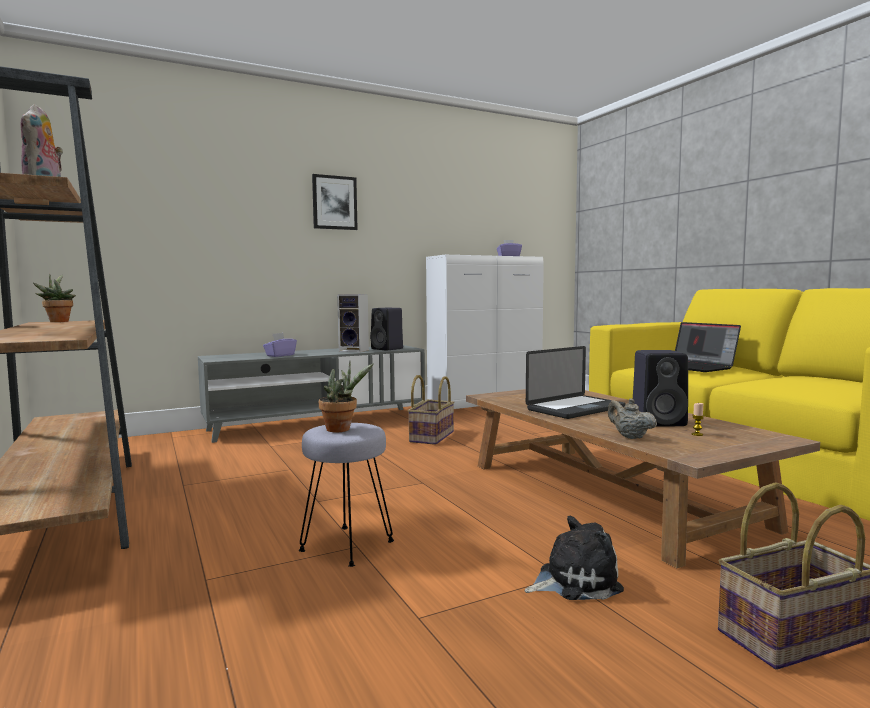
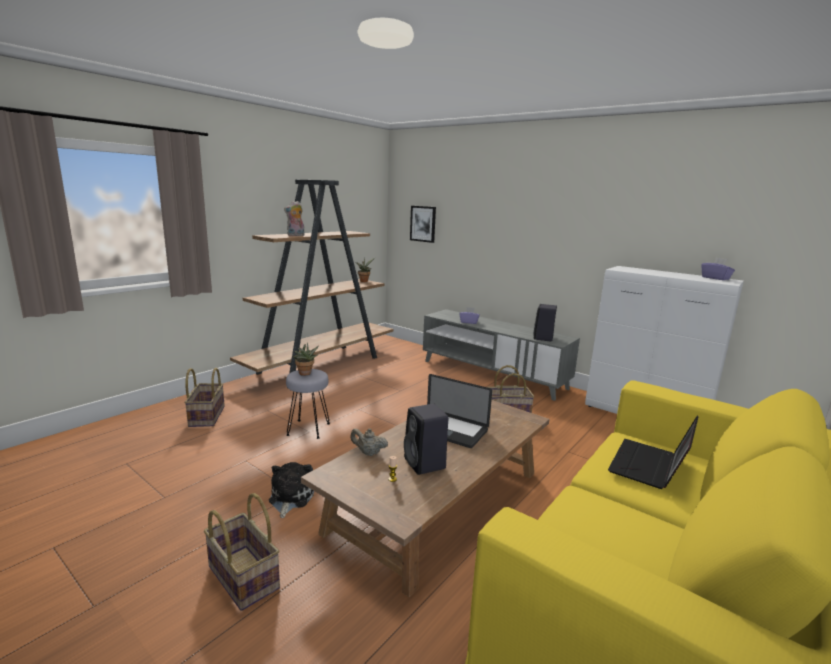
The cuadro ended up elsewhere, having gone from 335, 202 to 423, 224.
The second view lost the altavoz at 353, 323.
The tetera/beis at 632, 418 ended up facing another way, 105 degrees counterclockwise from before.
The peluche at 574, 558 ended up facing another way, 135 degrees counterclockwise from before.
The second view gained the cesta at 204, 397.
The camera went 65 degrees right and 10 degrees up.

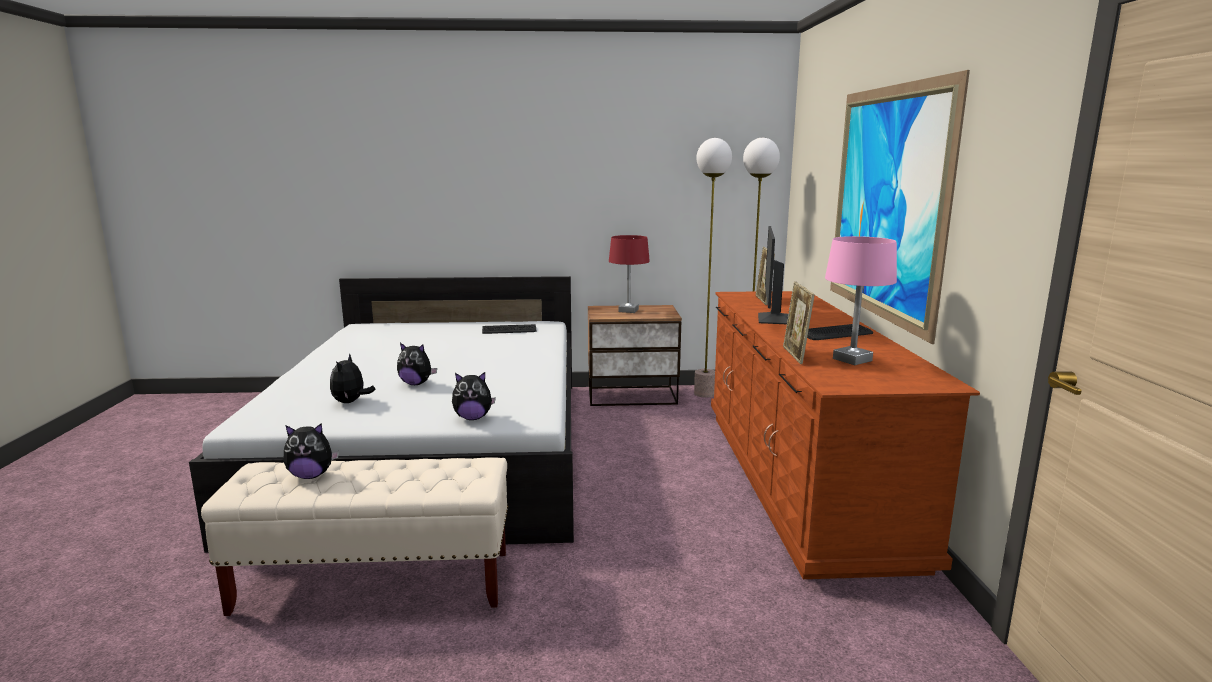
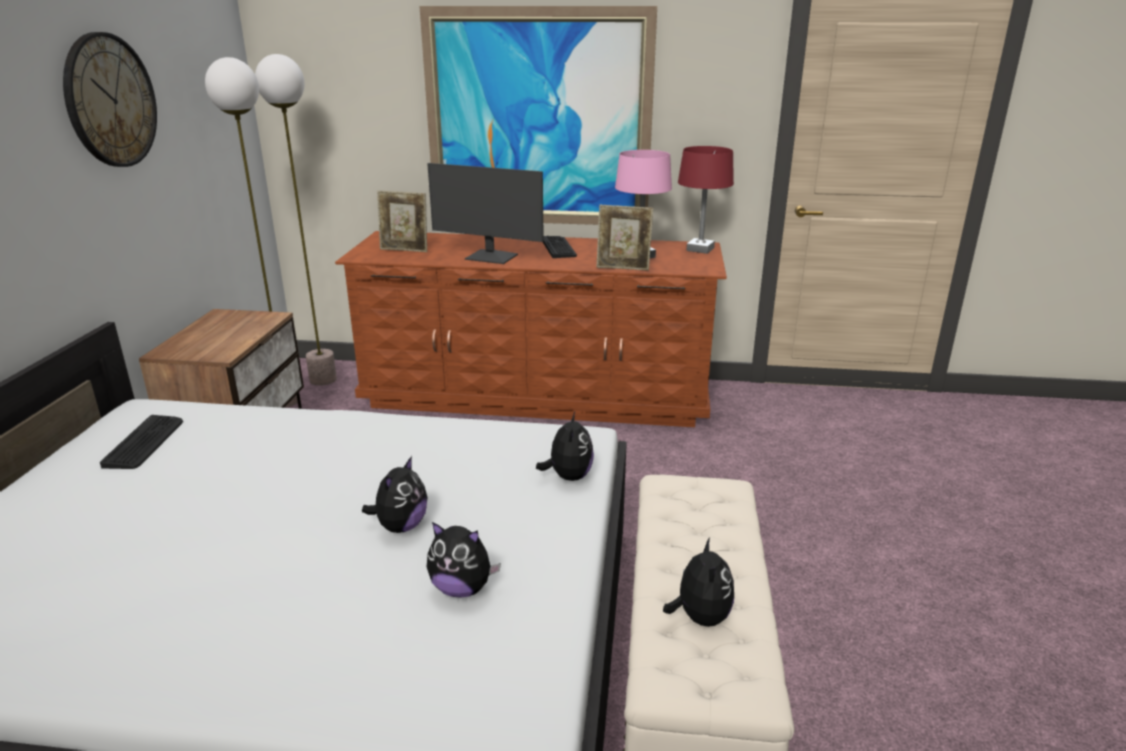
The lámpara de mesa/rojo ended up elsewhere, having gone from 629, 274 to 706, 200.
The second view gained the reloj de pared at 110, 99.
The camera went 80 degrees left and 10 degrees up.

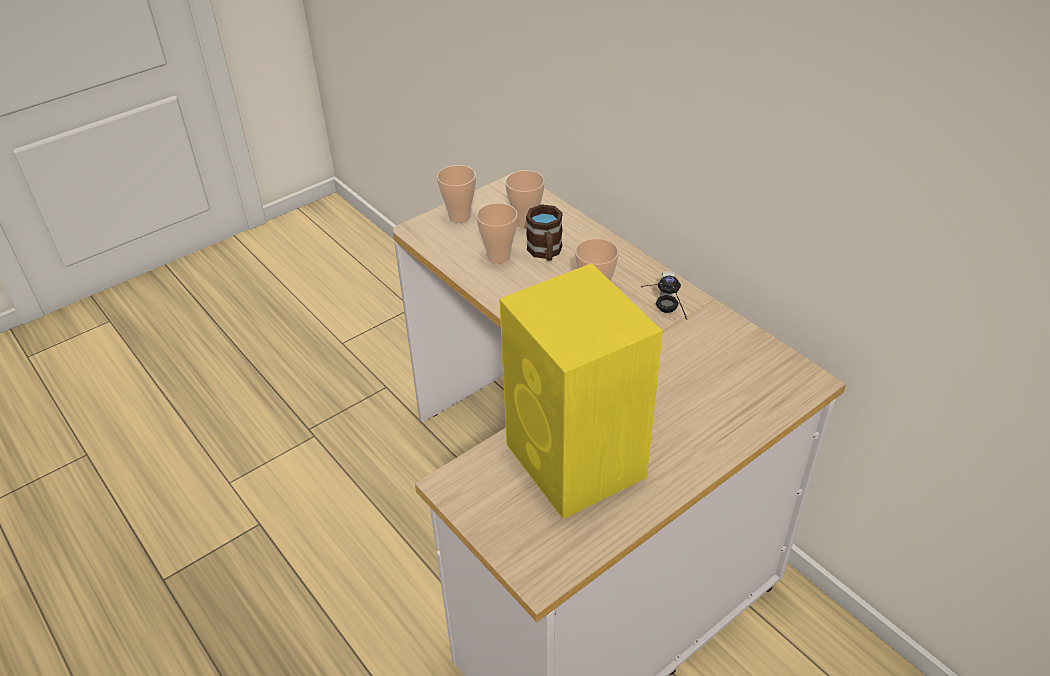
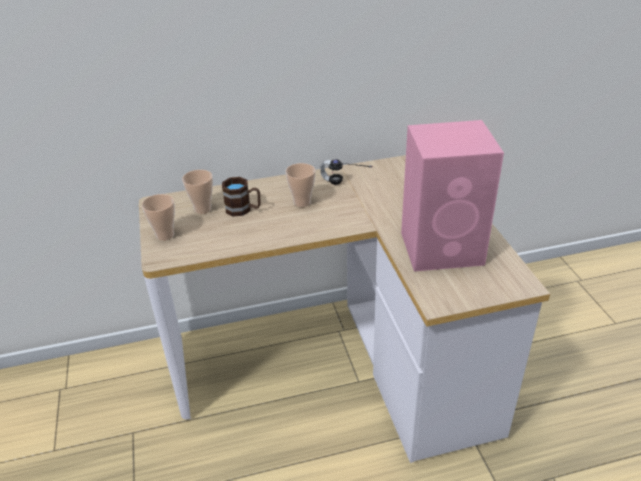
The second view lost the taza at 496, 233.
What was the altavoz/amarillo at 581, 391 turned into the altavoz/rosa at 452, 196.
The camera went 65 degrees left and 5 degrees down.

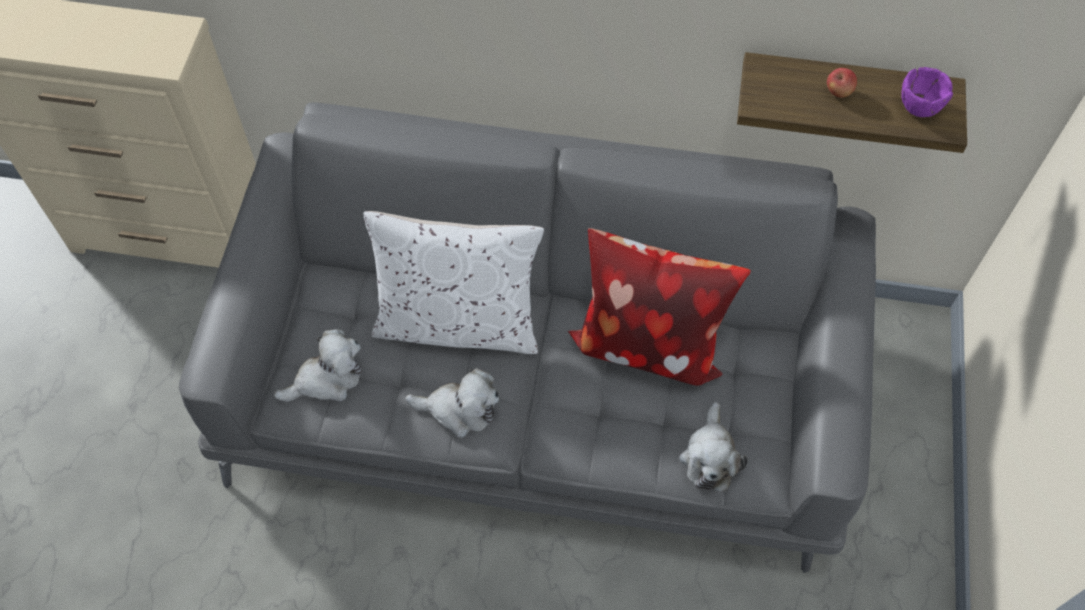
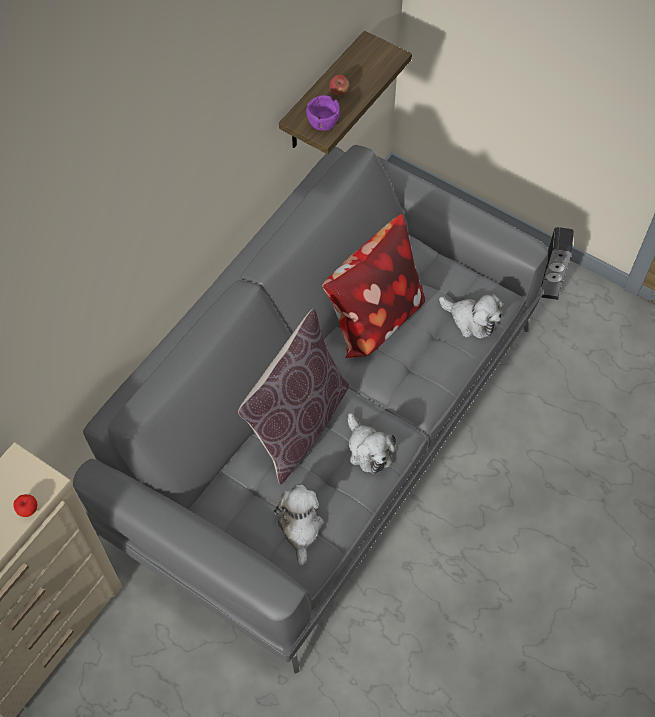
The cuenco/morado ended up elsewhere, having gone from 927, 92 to 323, 113.
What was the cojín/blanco at 453, 282 turned into the cojín/marrón at 293, 397.
The peluche at 452, 403 ended up facing another way, 120 degrees clockwise from before.
The second view gained the altavoz at 557, 263.
The second view gained the manzana at 25, 505.
The camera went 65 degrees left and 0 degrees up.

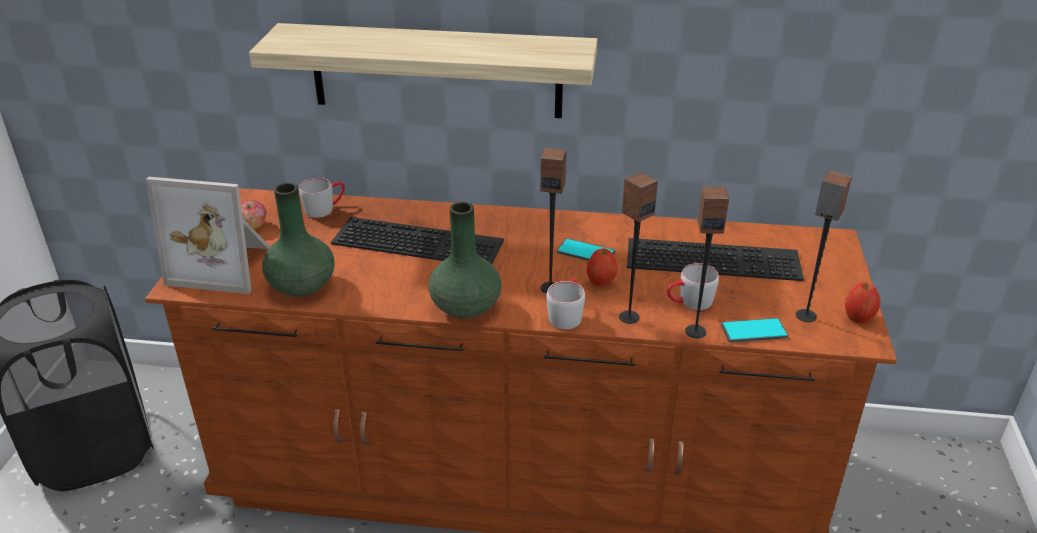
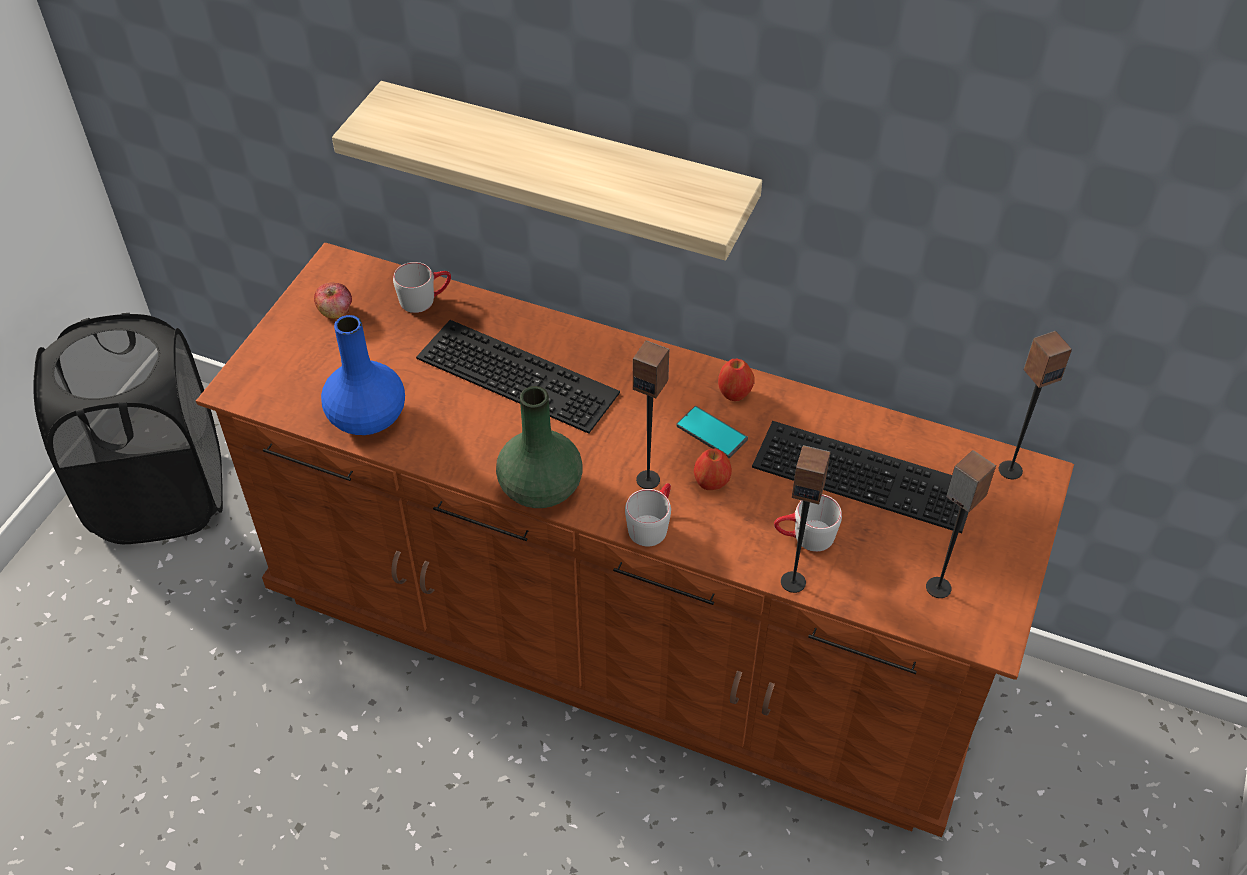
The altavoz ended up elsewhere, having gone from 638, 248 to 1035, 405.
The second view lost the portarretratos at 208, 235.
What was the florero/verde at 298, 240 turned into the florero/azul at 363, 375.
The manzana ended up elsewhere, having gone from 863, 302 to 736, 380.
The second view lost the móvil at 754, 330.
The camera went 15 degrees right and 15 degrees up.

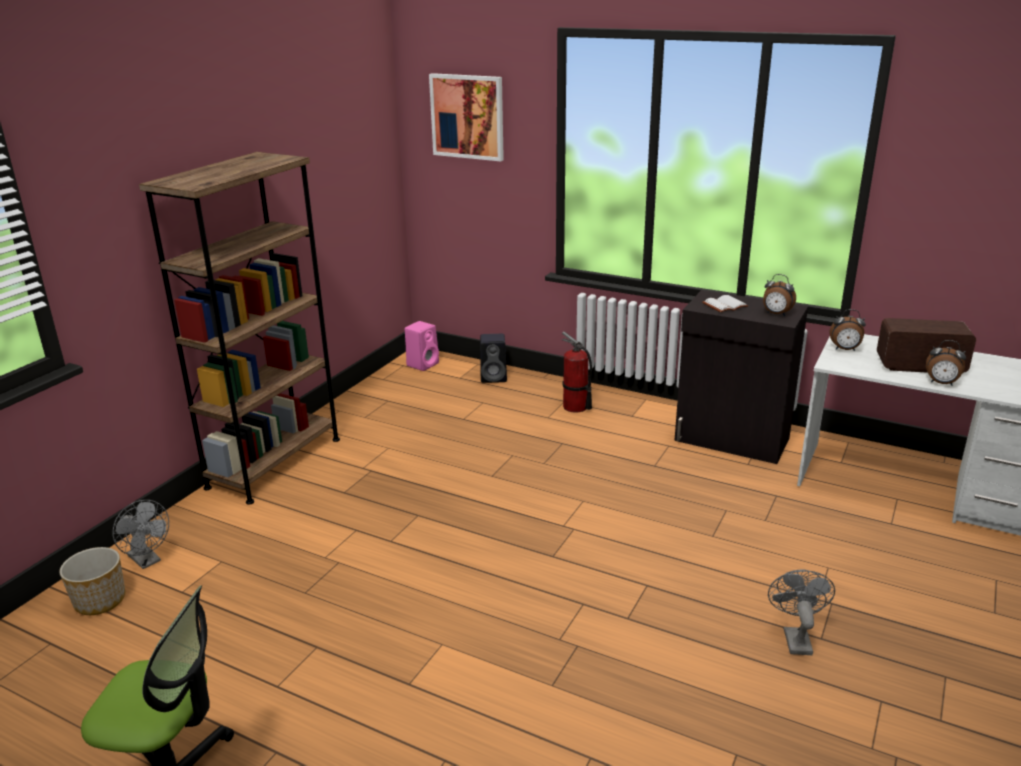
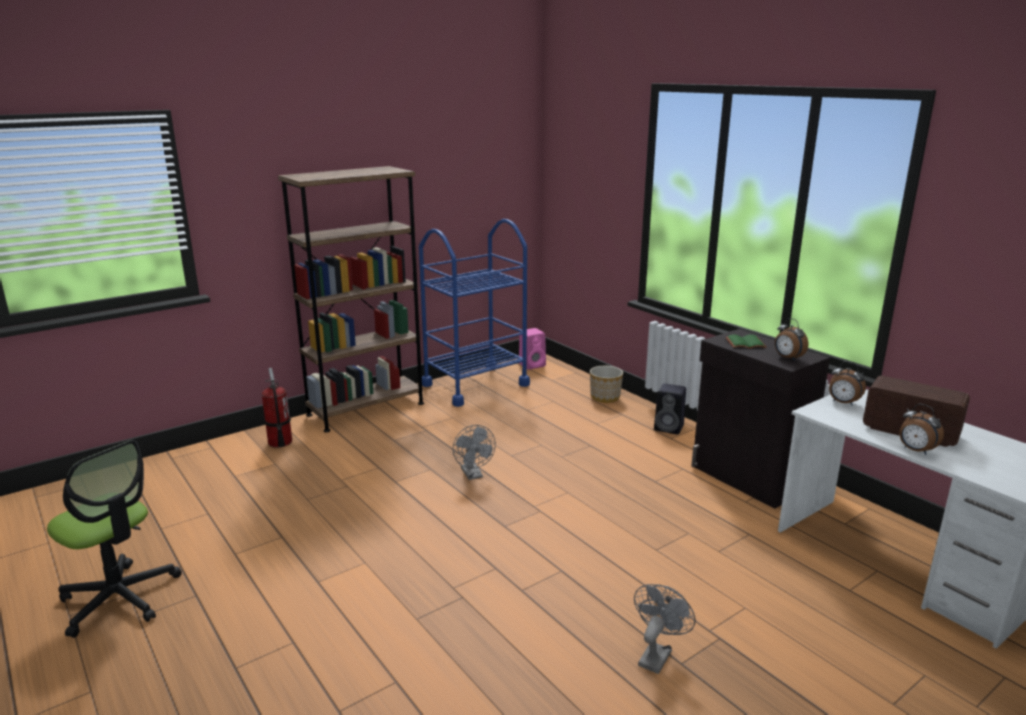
The second view lost the cuadro at 466, 117.
What was the libro/blanco at 725, 303 turned into the libro/verde at 746, 341.
The extintor ended up elsewhere, having gone from 577, 372 to 277, 408.
The altavoz/negro ended up elsewhere, having gone from 493, 358 to 670, 408.
The ventilador/gris ended up elsewhere, having gone from 140, 534 to 474, 452.
The maceta ended up elsewhere, having gone from 92, 581 to 606, 384.
The second view gained the carrito/azul at 474, 313.
The camera went 25 degrees right and 5 degrees down.

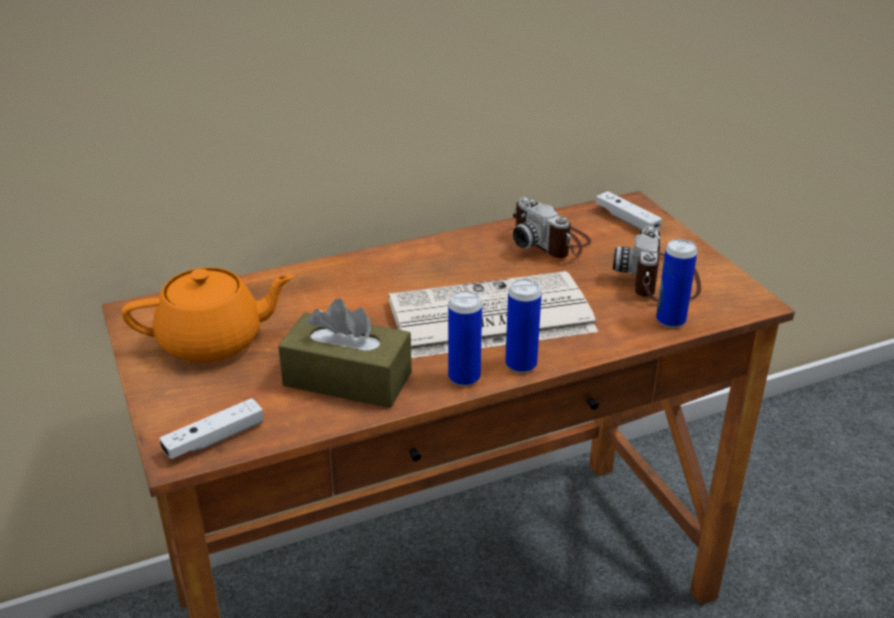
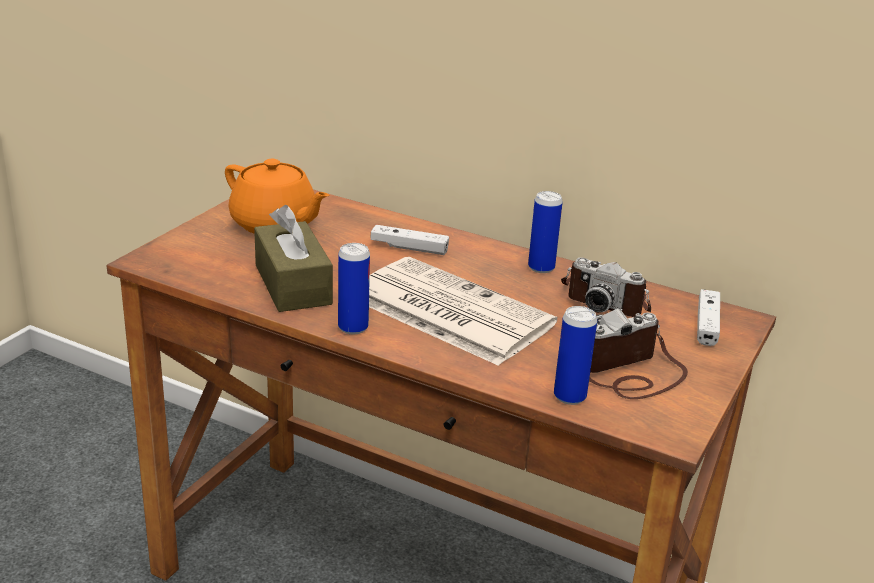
The cámara at 552, 227 ended up facing another way, 75 degrees counterclockwise from before.
The lata ended up elsewhere, having gone from 523, 326 to 545, 232.
The mando de consola/blanco ended up elsewhere, having gone from 212, 428 to 410, 240.
The camera went 50 degrees right and 5 degrees down.

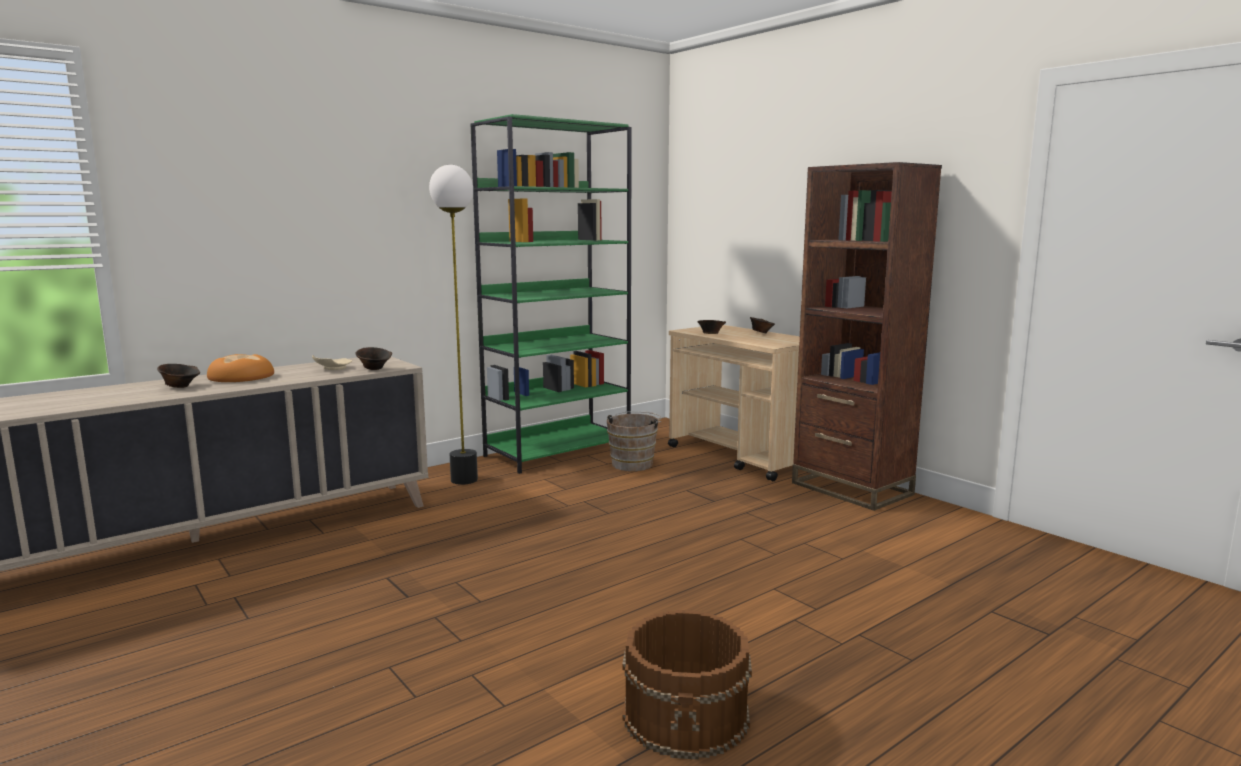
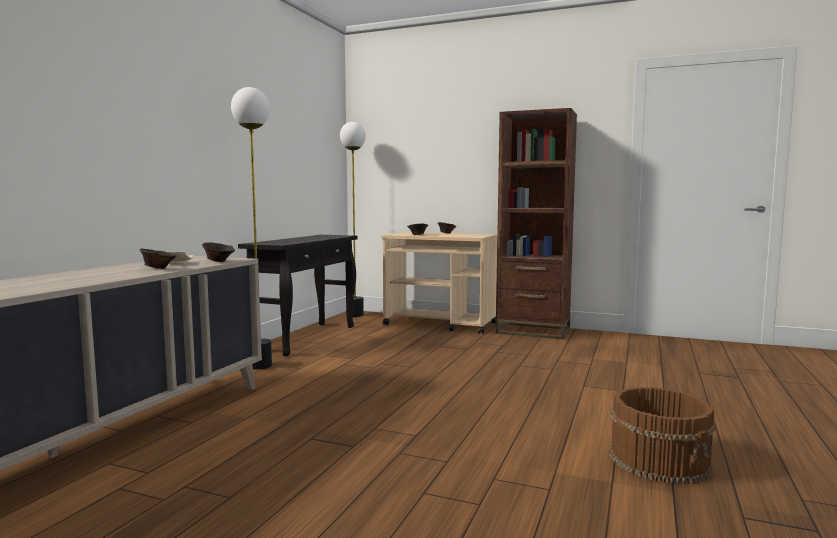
Where the estantería/verde stood at 551, 294, the mesa consola/negro came to stand at 298, 296.
The second view lost the pan at 240, 368.
The cuenco/marrón ended up elsewhere, having gone from 178, 376 to 158, 259.
The second view lost the cubo/marrón at 634, 441.
The second view gained the lámpara de pie at 353, 219.
The camera went 30 degrees left and 5 degrees down.

